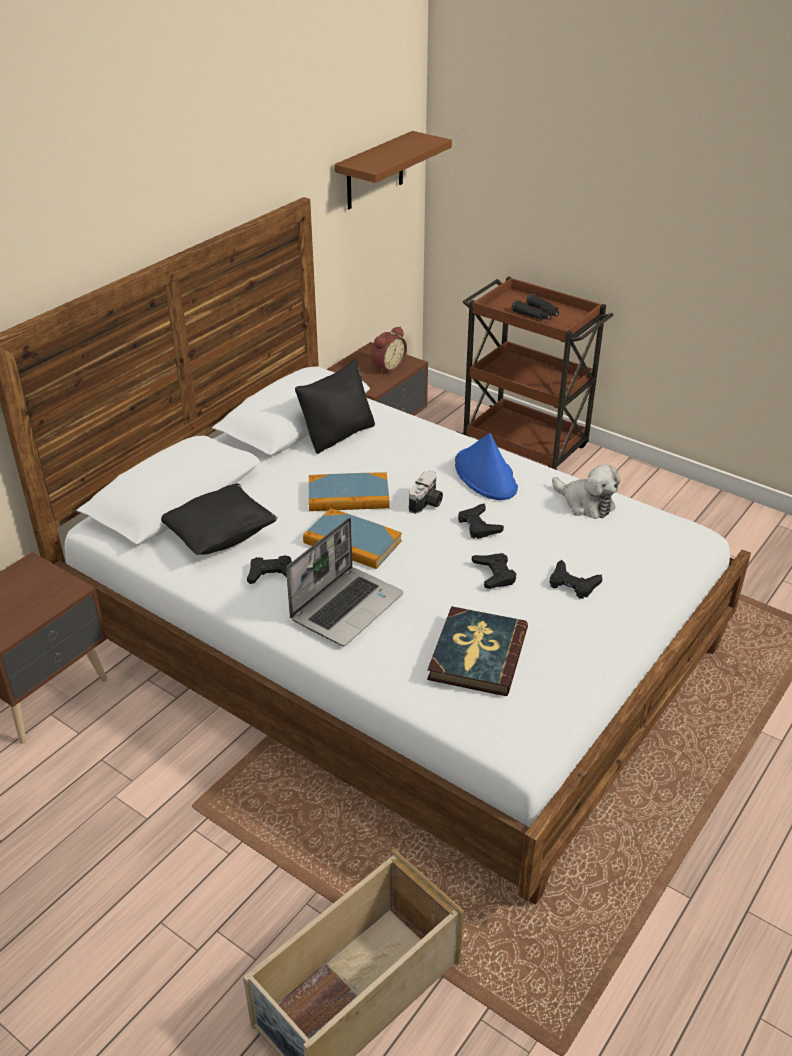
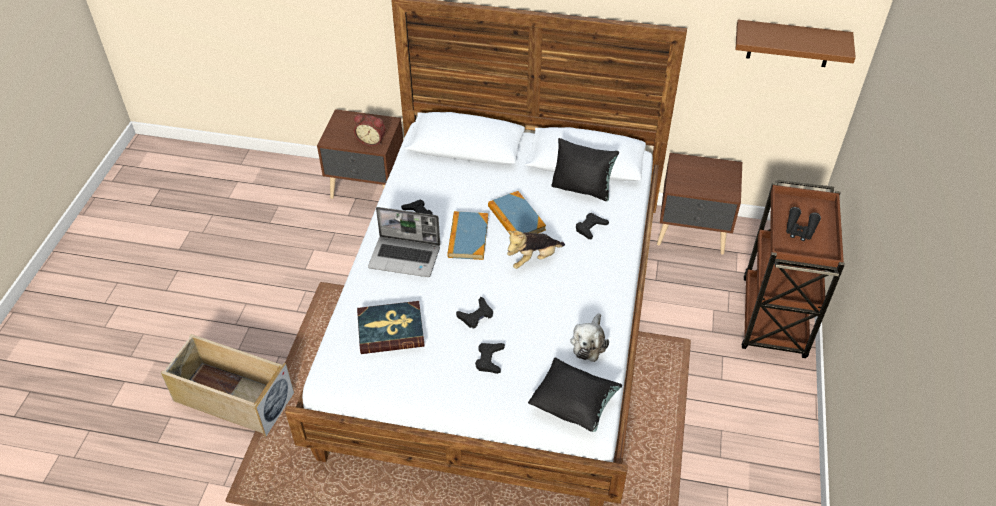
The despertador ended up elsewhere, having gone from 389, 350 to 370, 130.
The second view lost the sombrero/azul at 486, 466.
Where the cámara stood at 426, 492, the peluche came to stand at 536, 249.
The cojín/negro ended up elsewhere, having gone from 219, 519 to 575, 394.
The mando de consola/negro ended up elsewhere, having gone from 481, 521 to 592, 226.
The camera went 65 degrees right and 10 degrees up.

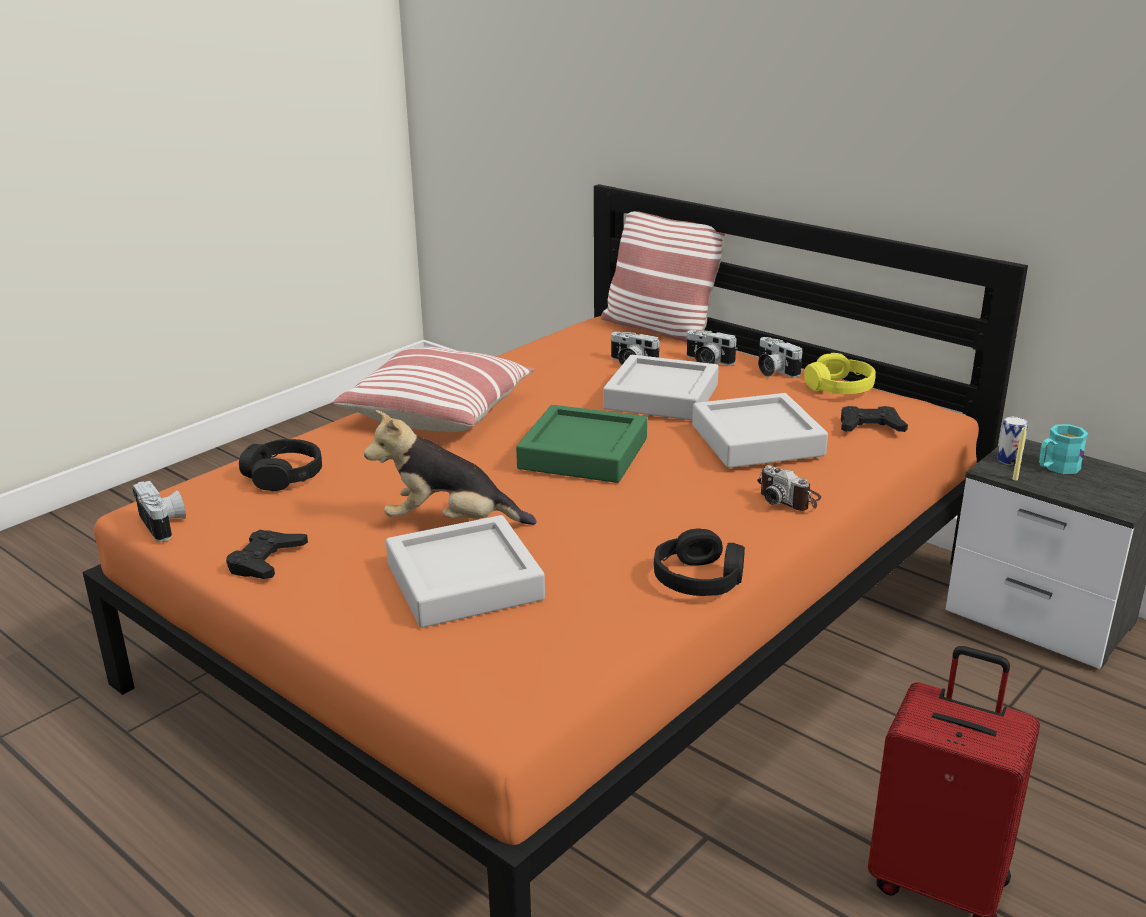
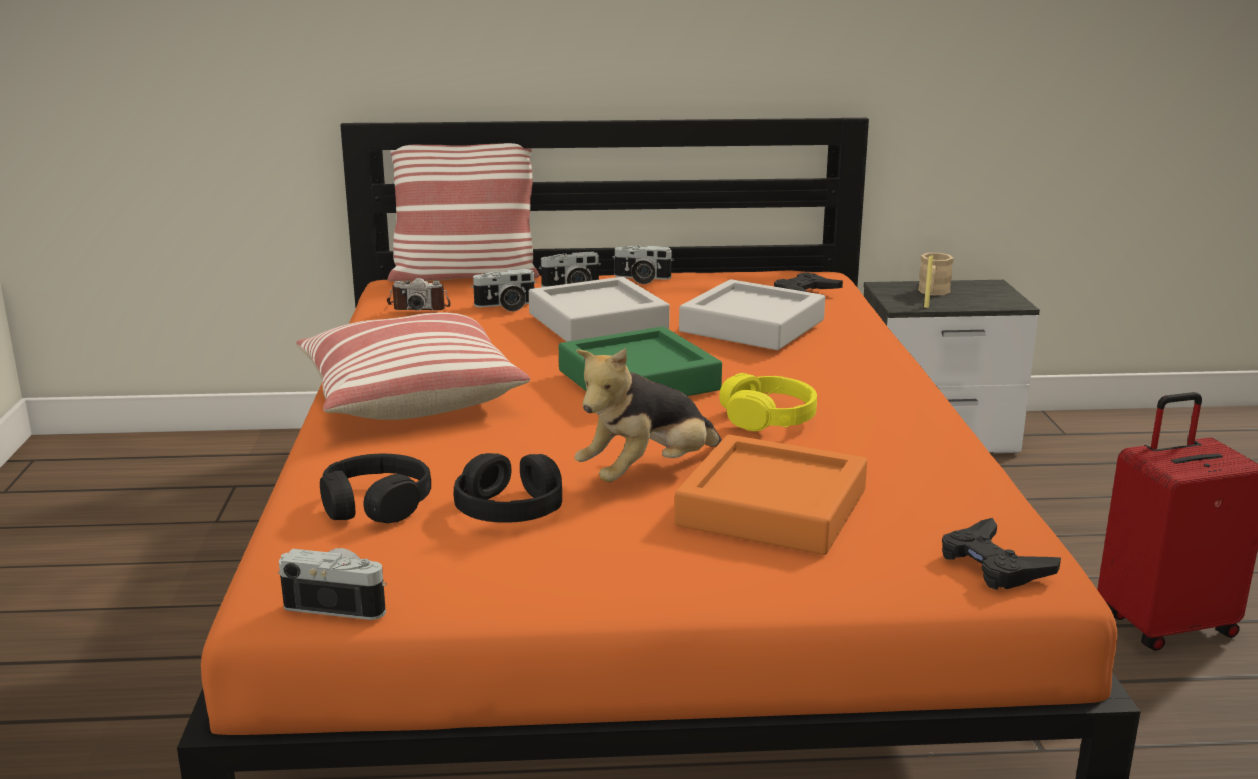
The auriculares/amarillo ended up elsewhere, having gone from 840, 373 to 768, 402.
The second view lost the lata at 1012, 441.
What was the taza grande/turquesa at 1063, 449 turned into the taza grande/beis at 936, 274.
The cámara ended up elsewhere, having gone from 789, 488 to 418, 294.
What was the bandeja/gris at 465, 571 turned into the bandeja/naranja at 771, 495.
The auriculares/negro ended up elsewhere, having gone from 699, 562 to 508, 488.
The mando de consola/negro ended up elsewhere, having gone from 267, 554 to 1001, 554.
The camera went 45 degrees left and 5 degrees down.

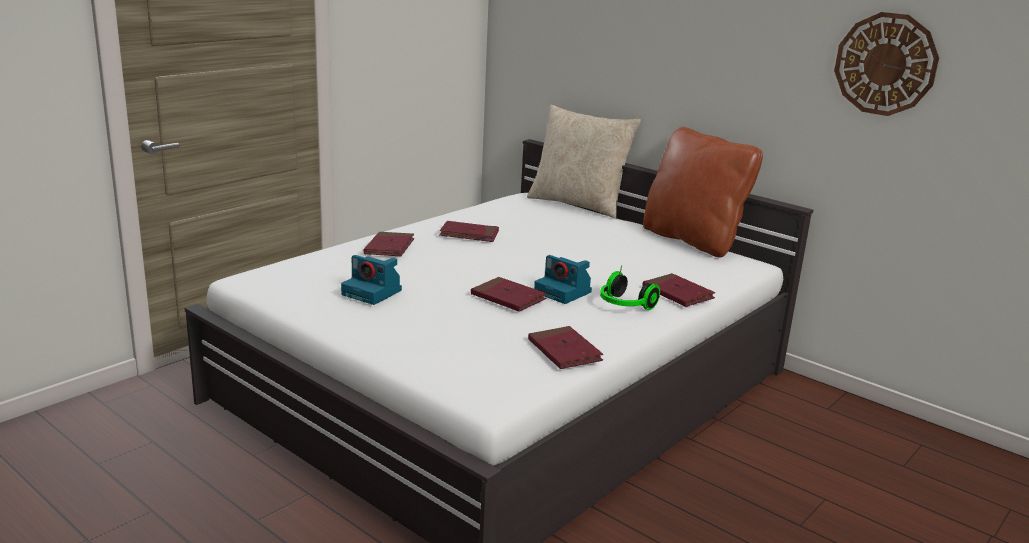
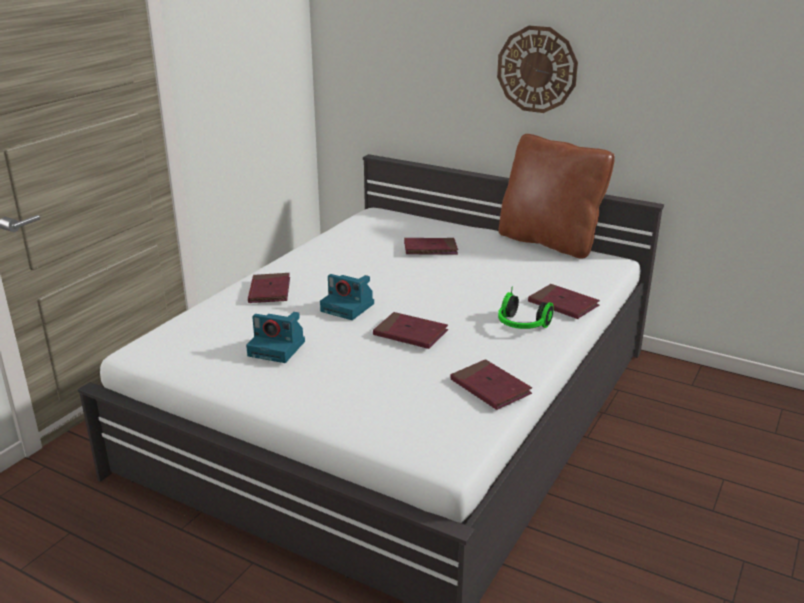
The reloj de pared ended up elsewhere, having gone from 886, 64 to 537, 69.
The second view lost the cojín/beis at 584, 162.
The libro/rojo ended up elsewhere, having gone from 469, 231 to 431, 246.
The cámara ended up elsewhere, having gone from 563, 279 to 347, 297.
The camera went 10 degrees left and 5 degrees up.

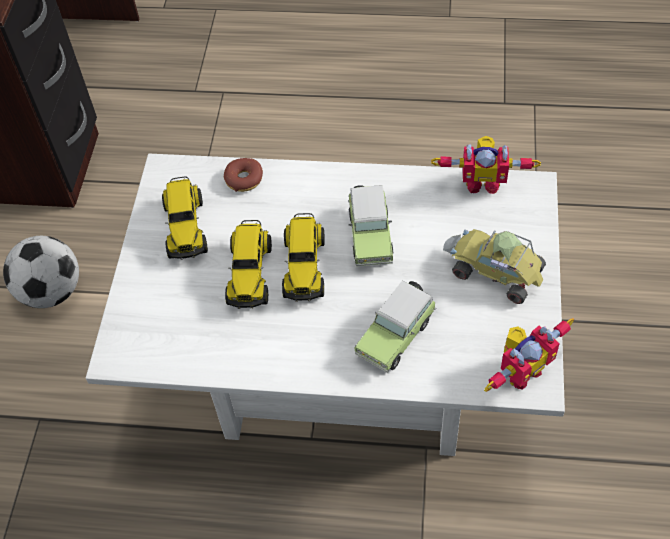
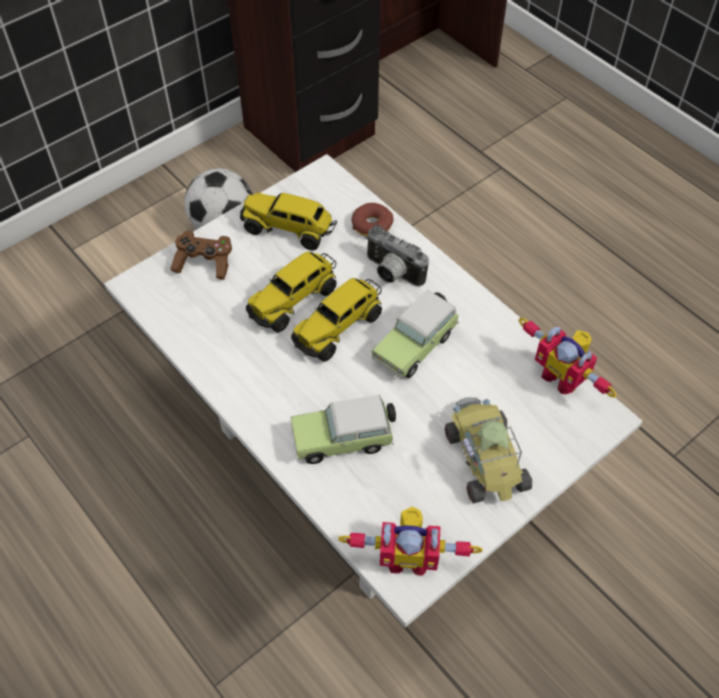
The camión de juguete at 185, 218 ended up facing another way, 75 degrees clockwise from before.
The second view gained the cámara at 397, 256.
The second view gained the mando de consola/marrón at 201, 255.
The camera went 40 degrees right and 0 degrees up.

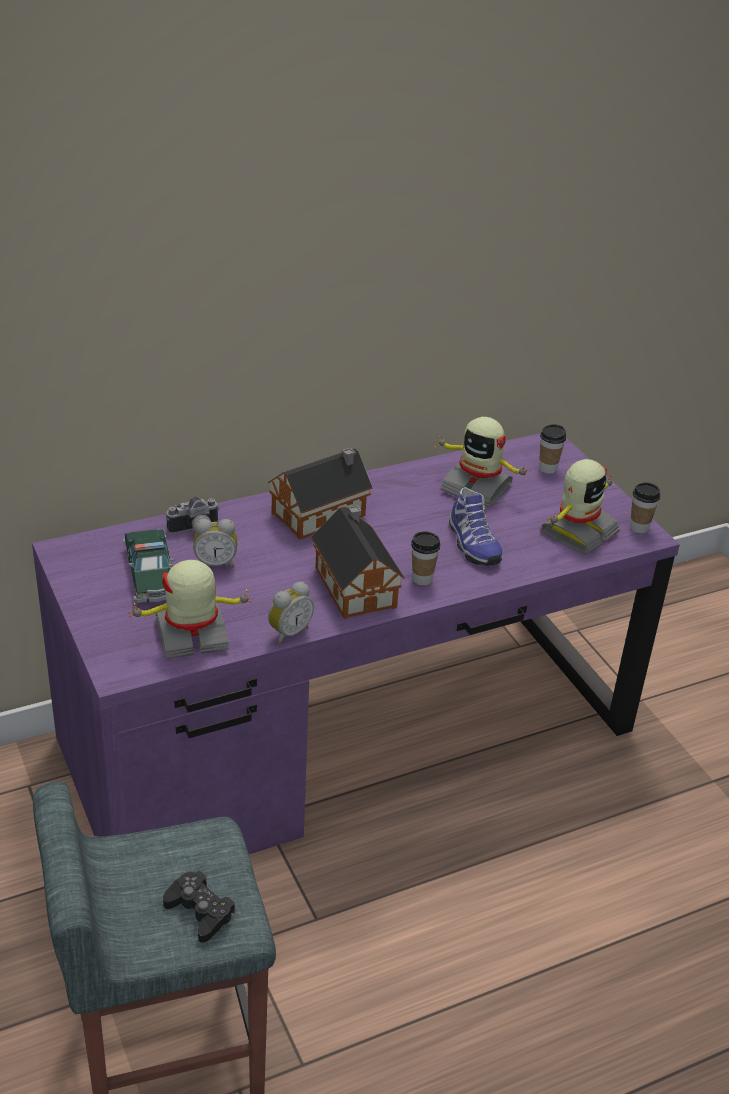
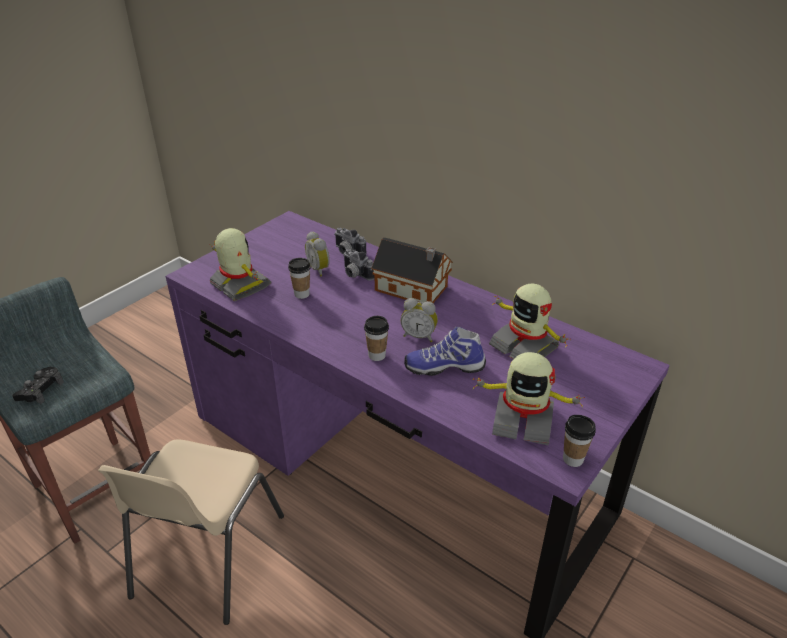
The robot de juguete at 483, 462 ended up facing another way, 45 degrees counterclockwise from before.
The taza ended up elsewhere, having gone from 552, 449 to 299, 278.
The zapato at 475, 526 ended up facing another way, 45 degrees clockwise from before.
The second view lost the casita at 358, 562.
The second view lost the coche de juguete at 148, 566.
The despertador ended up elsewhere, having gone from 291, 613 to 419, 320.
The second view gained the cámara at 359, 265.
The second view gained the silla/beis at 191, 532.
The camera went 65 degrees right and 0 degrees up.

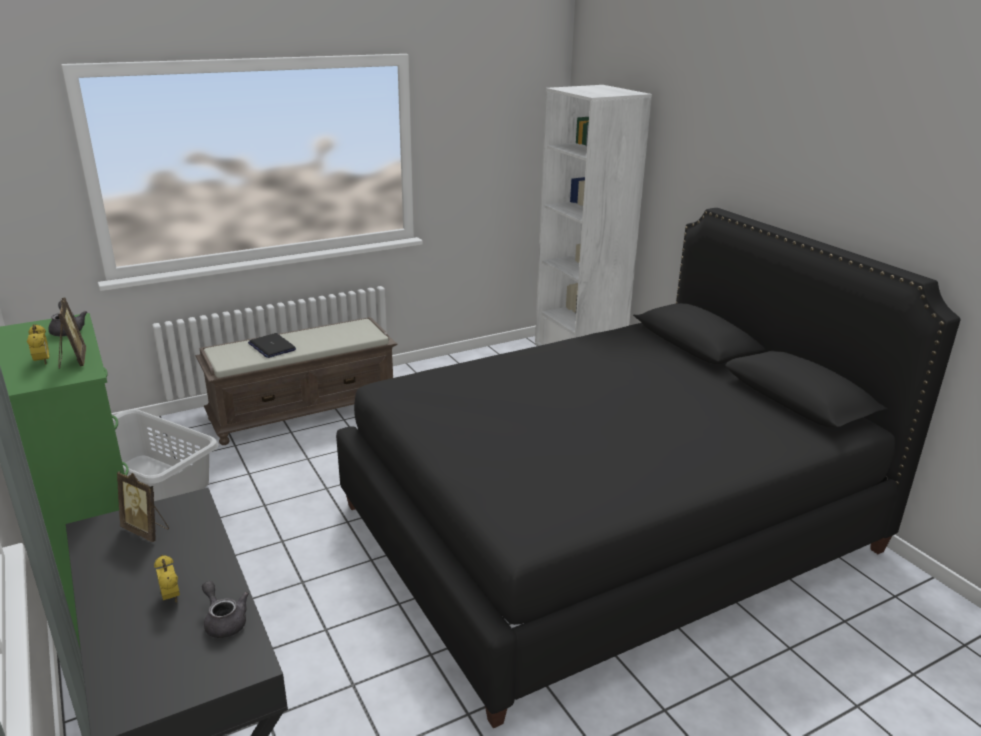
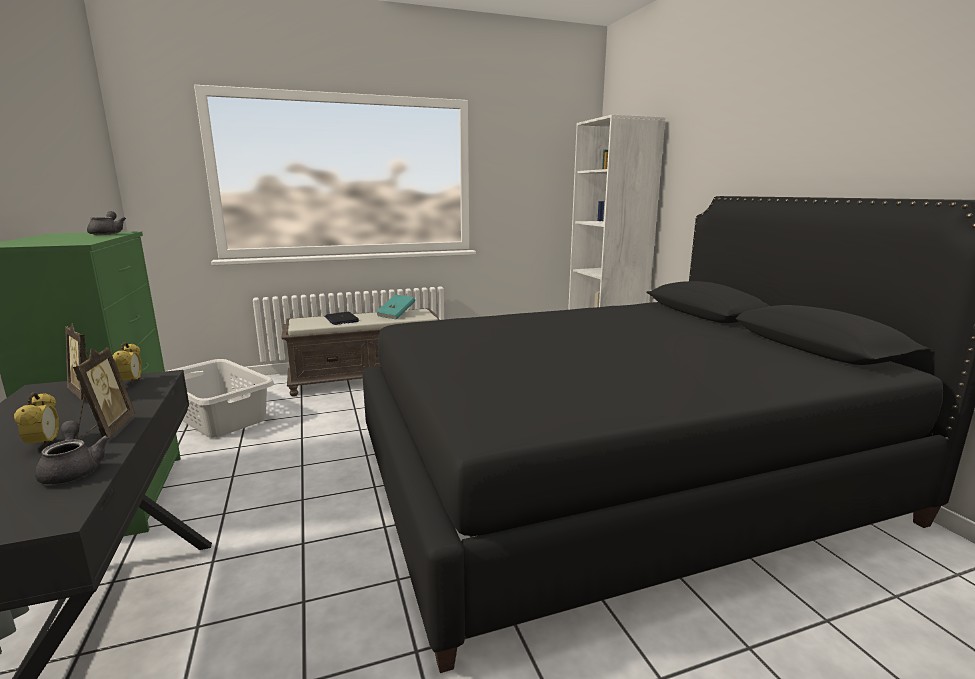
The portarretratos ended up elsewhere, having gone from 72, 333 to 104, 394.
The despertador ended up elsewhere, having gone from 38, 344 to 127, 363.
The second view gained the libro/turquesa at 395, 307.
The camera went 10 degrees right and 10 degrees down.

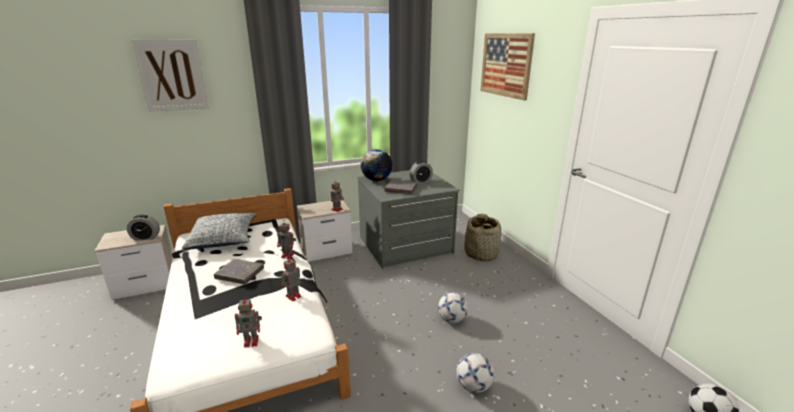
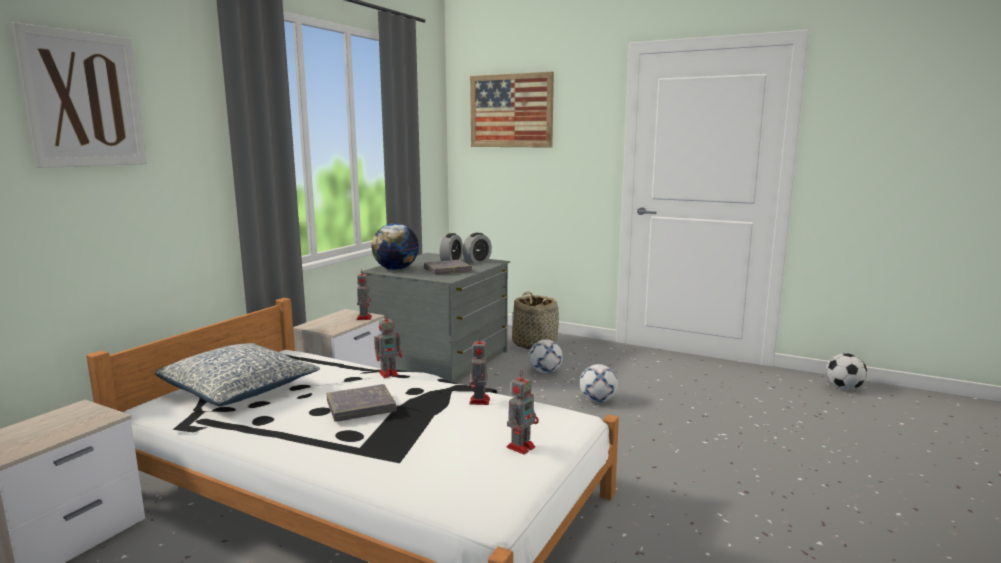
The despertador ended up elsewhere, having gone from 143, 228 to 477, 248.
The balón de fútbol ended up elsewhere, having gone from 475, 373 to 546, 356.
The camera went 40 degrees left and 10 degrees down.

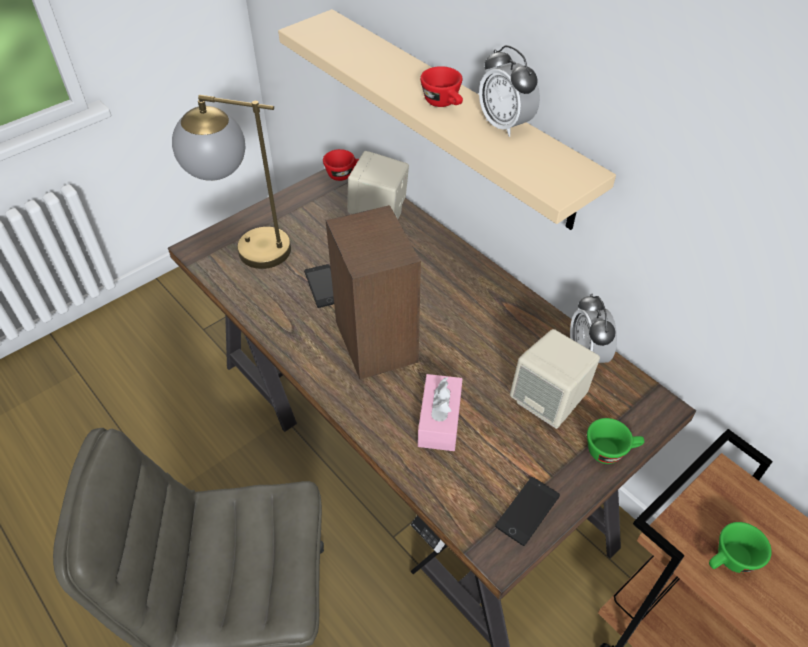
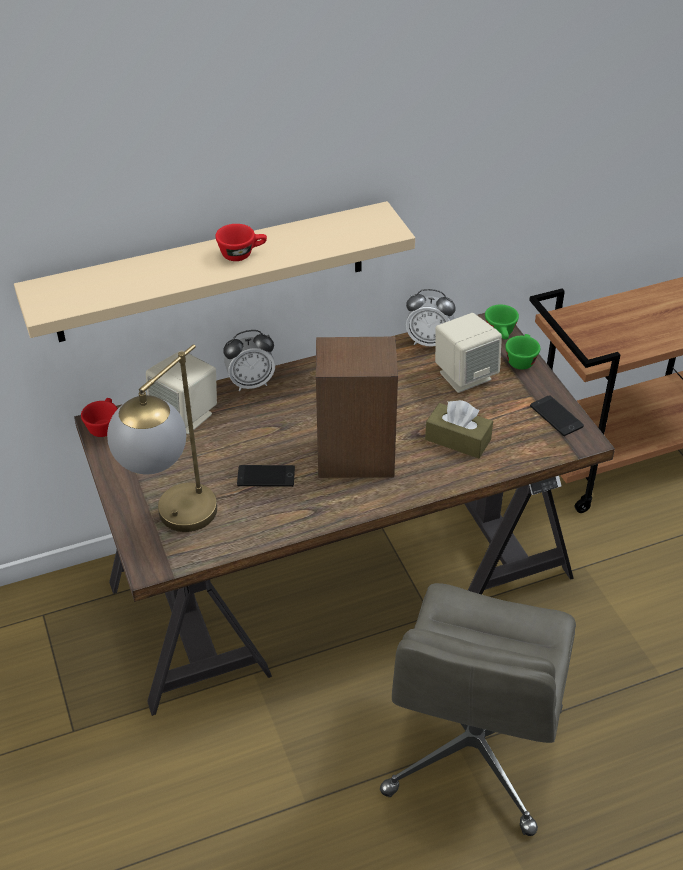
The despertador ended up elsewhere, having gone from 509, 91 to 249, 360.
What was the caja de pañuelos/rosa at 440, 412 turned into the caja de pañuelos/marrón at 459, 429.
The taza/verde ended up elsewhere, having gone from 740, 547 to 502, 322.
The camera went 70 degrees left and 5 degrees down.

